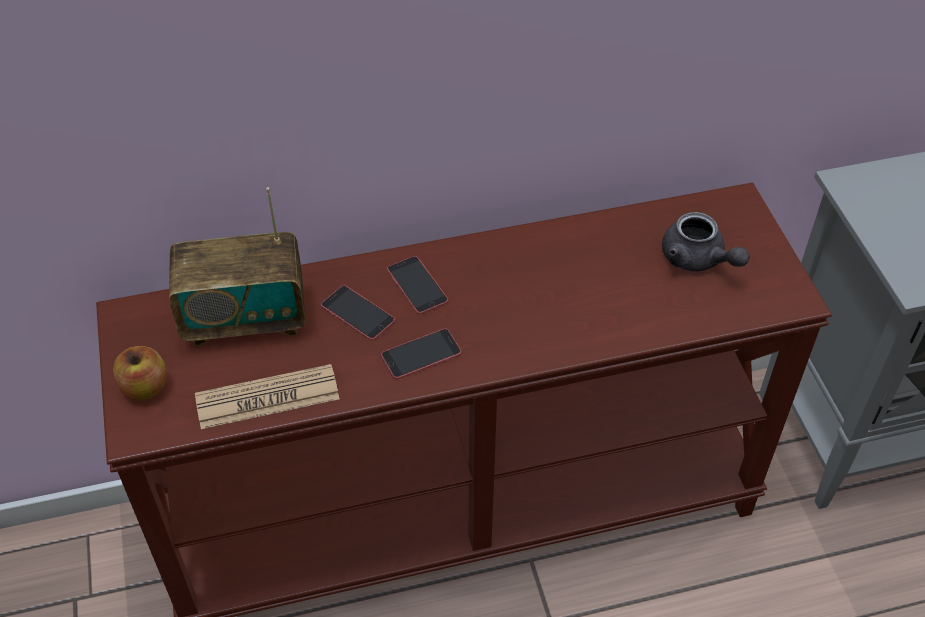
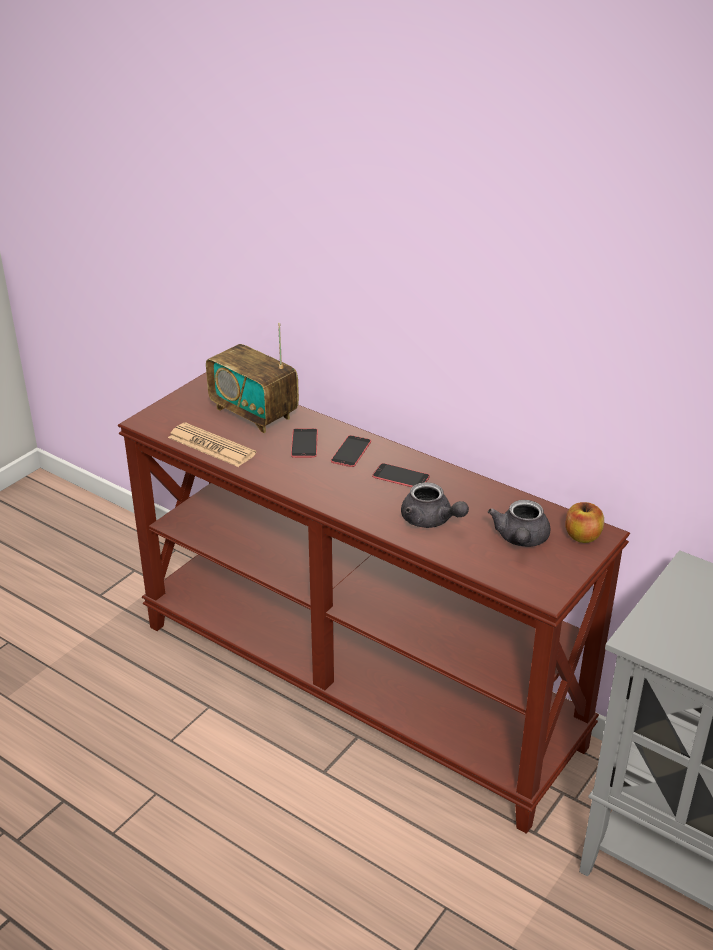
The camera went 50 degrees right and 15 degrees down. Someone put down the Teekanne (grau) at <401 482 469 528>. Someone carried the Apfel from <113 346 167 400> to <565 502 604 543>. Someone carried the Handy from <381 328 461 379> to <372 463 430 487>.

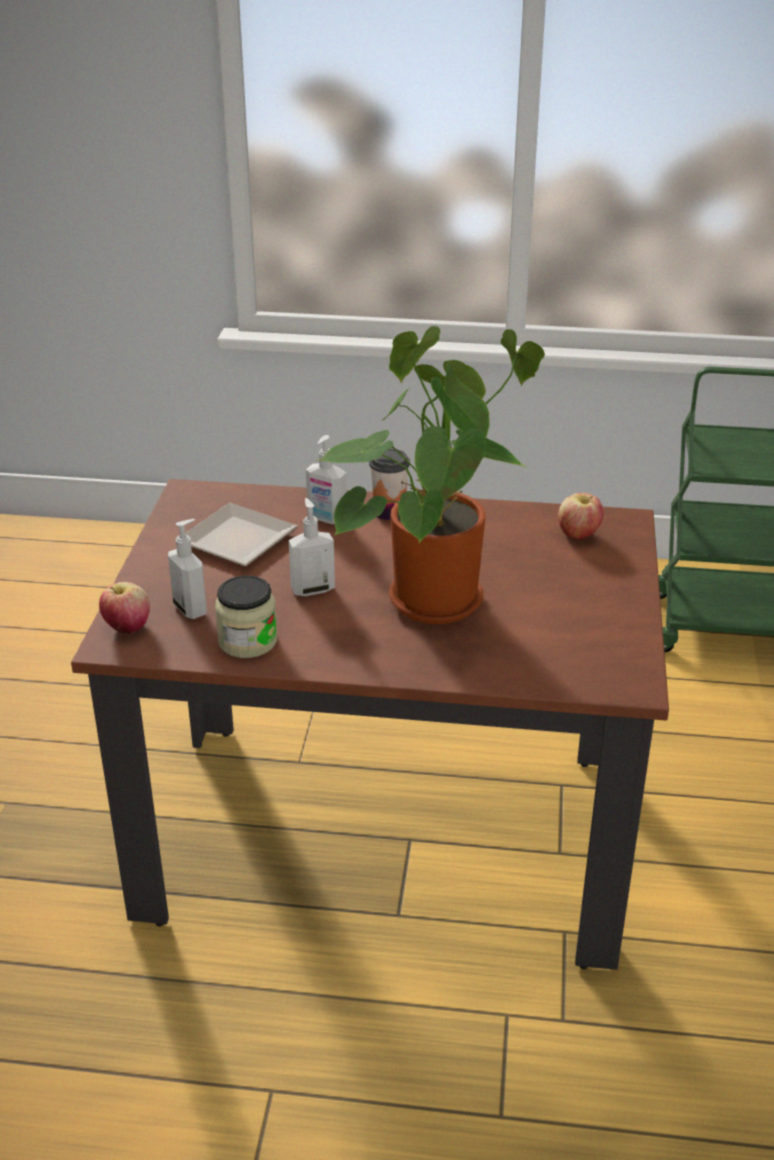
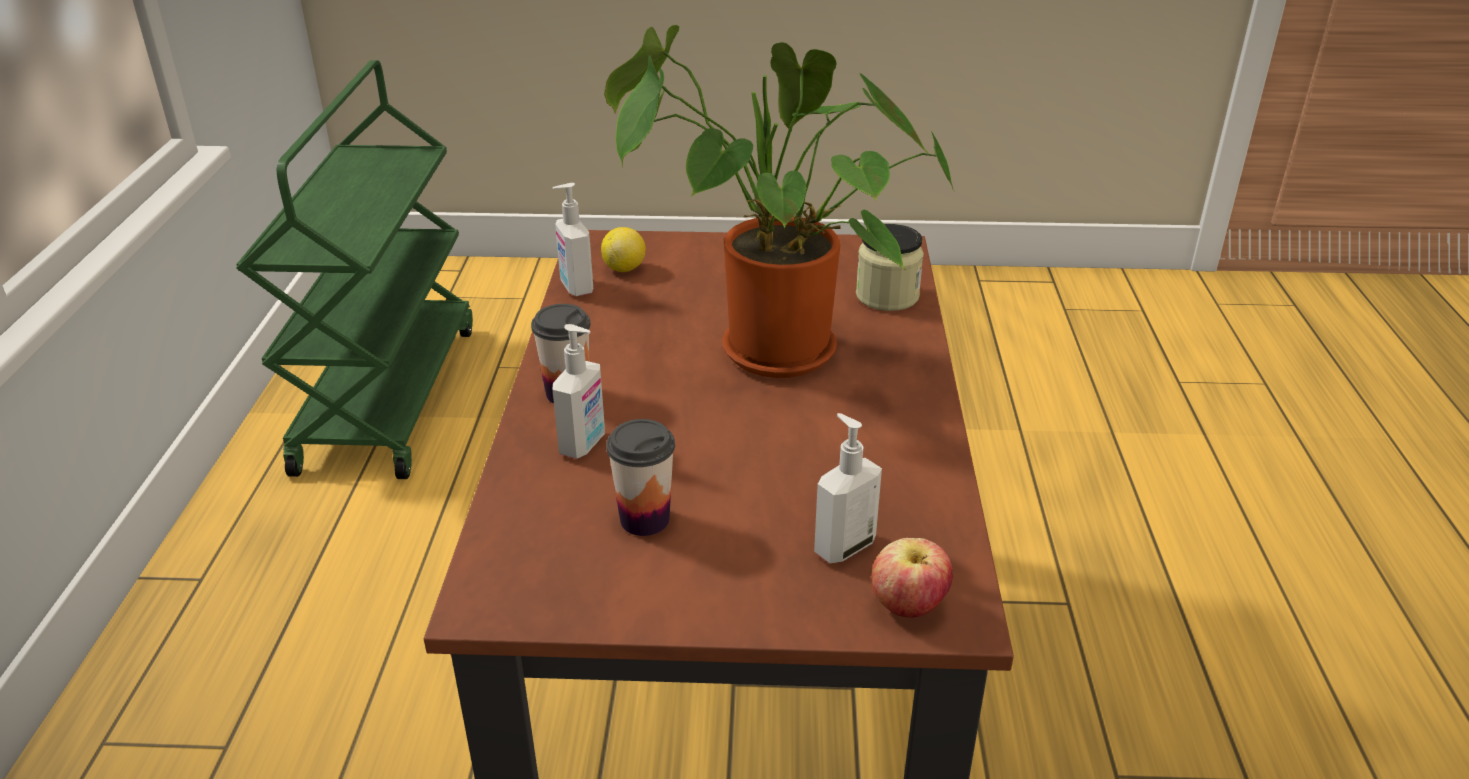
The camera went 95 degrees left and 0 degrees up. Someone carried the Vorratsglas from <215 576 277 658> to <856 224 924 311>. Someone carried the Seifenspender from <289 498 335 596> to <553 183 593 296>. Someone swapped the Teller at <185 503 298 567> for the Tasse at <606 419 675 536>. Someone swapped the Apfel at <558 493 604 539> for the Zitrone at <601 227 646 272>.

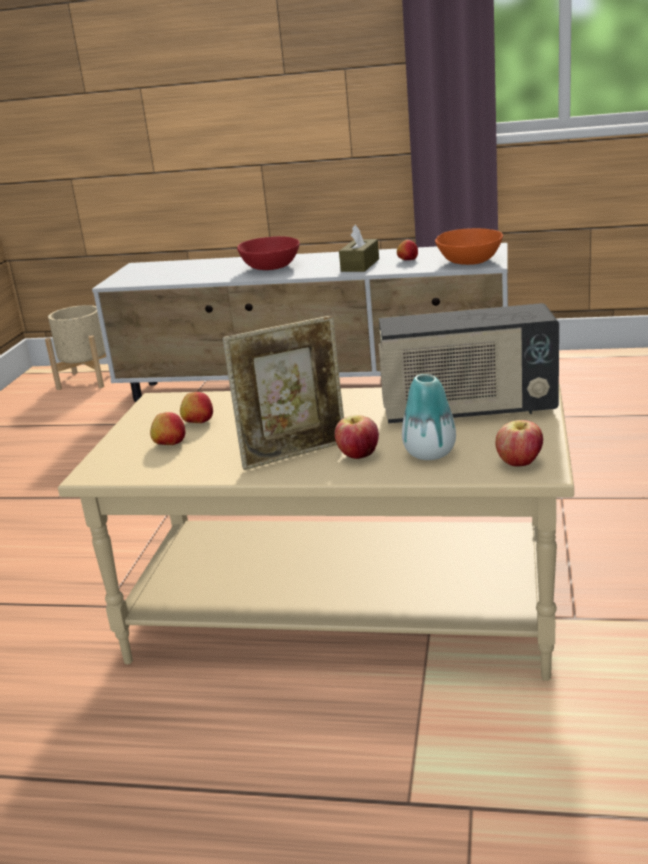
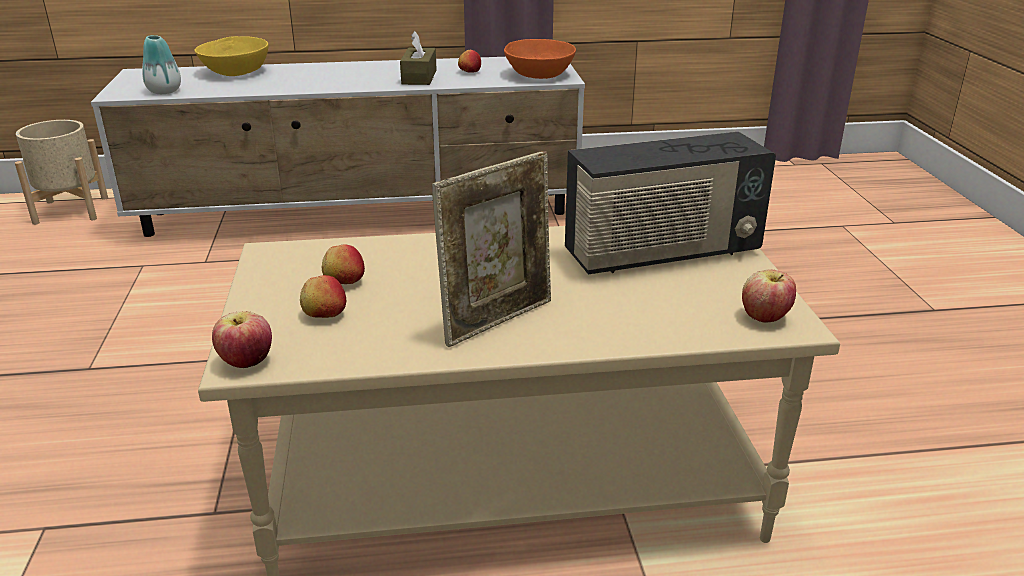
The camera went 20 degrees left and 5 degrees up. Someone took away the Schüssel (rot) at <237 236 300 270>. Someone put down the Schüssel (gelb) at <195 36 269 76>. Someone carried the Apfel from <335 415 379 459> to <212 311 272 368>. Someone carried the Vase from <402 374 456 460> to <142 35 181 94>.

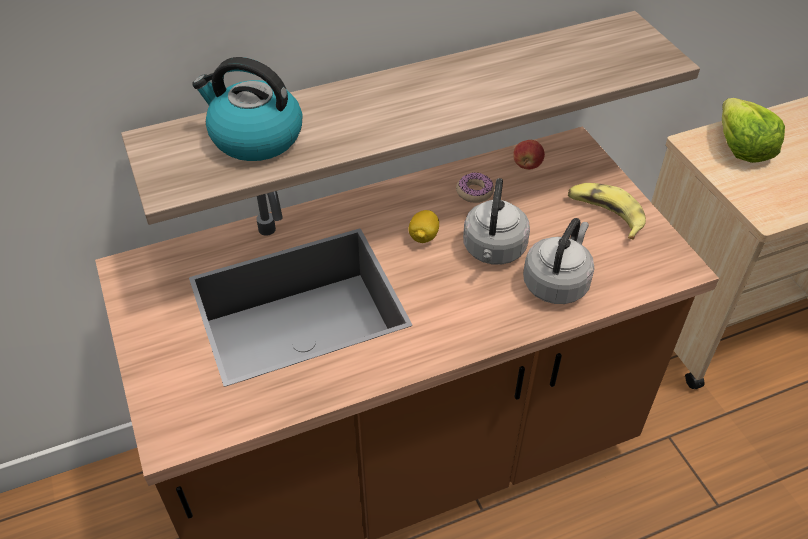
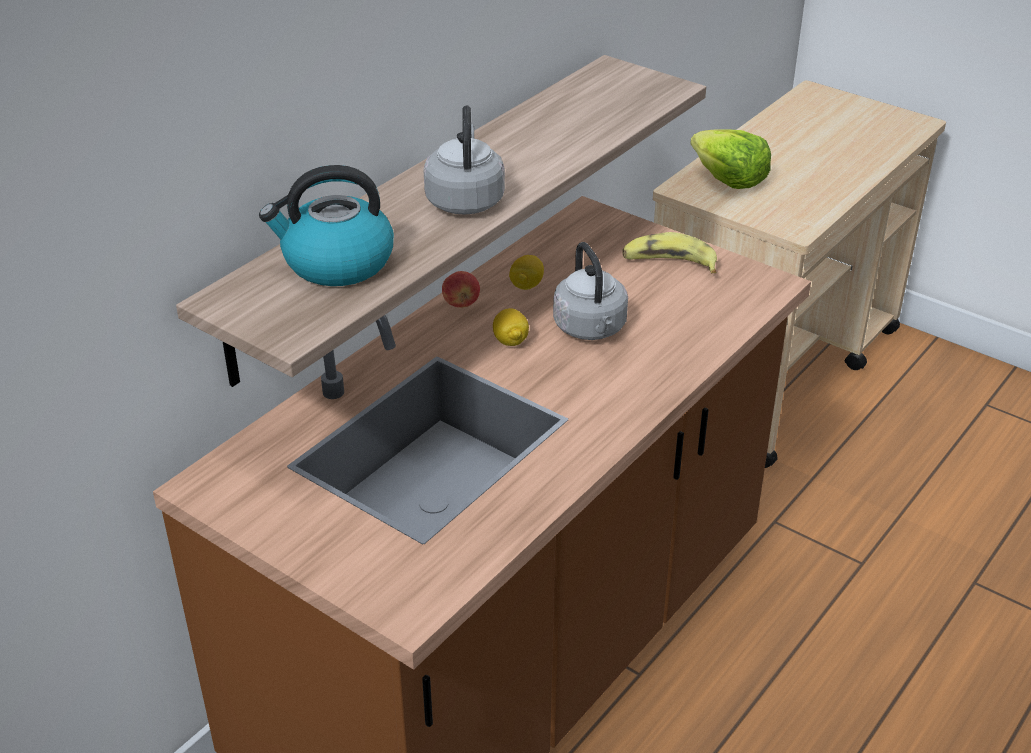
The camera went 30 degrees left and 10 degrees down. Someone carried the Apfel from <513 140 545 170> to <442 271 480 308>. Someone carried the Wasserkessel (grau) from <523 218 595 304> to <423 105 505 215>. Someone swapped the Donut at <456 172 494 203> for the Zitrone at <509 255 544 290>.

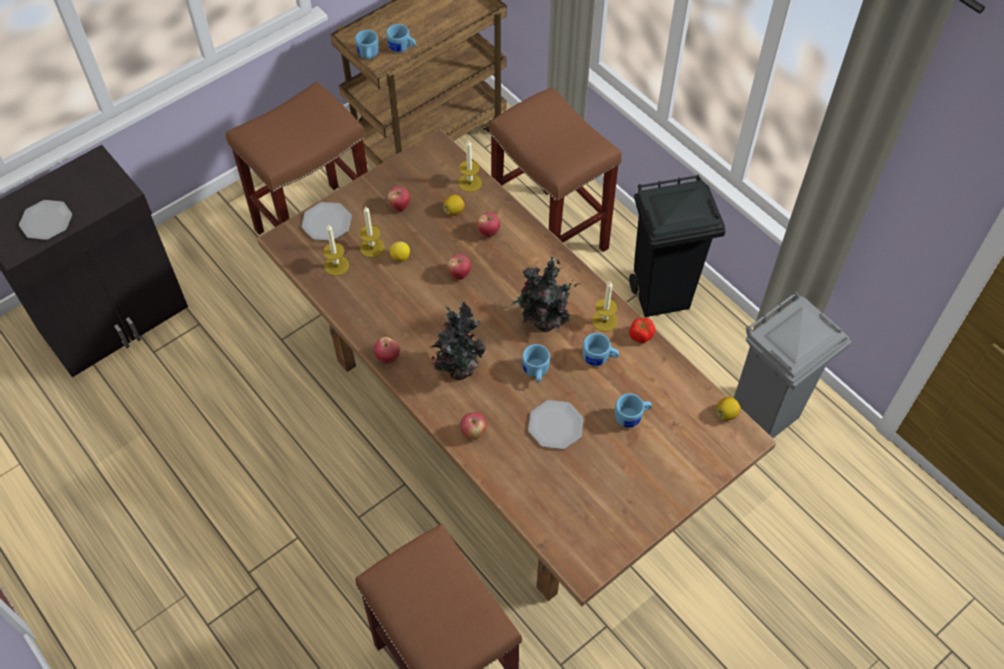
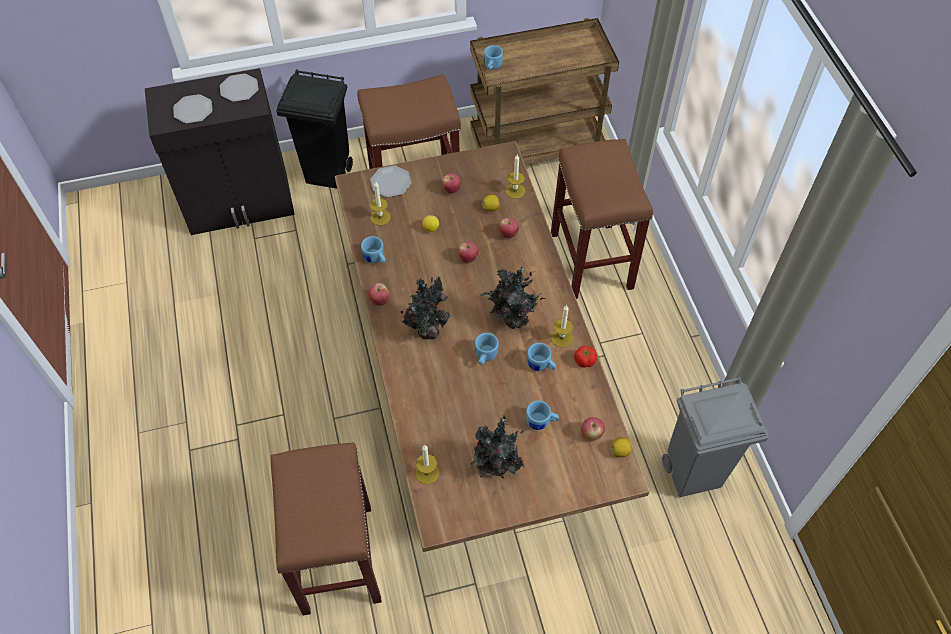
The camera went 25 degrees right and 0 degrees up. Someone put down the Topfpflanze at <469 415 525 479>. Someone carried the Kerze from <359 206 385 258> to <415 445 440 484>. Someone carried the Henkelbecher (blau) from <386 24 416 53> to <361 236 386 263>. Someone carried the Apfel from <460 412 487 440> to <581 417 605 441>. Someone carried the Teller from <528 400 583 449> to <220 74 259 102>. Someone carried the Mülleimer (schwarz) from <629 175 726 317> to <276 69 353 189>.

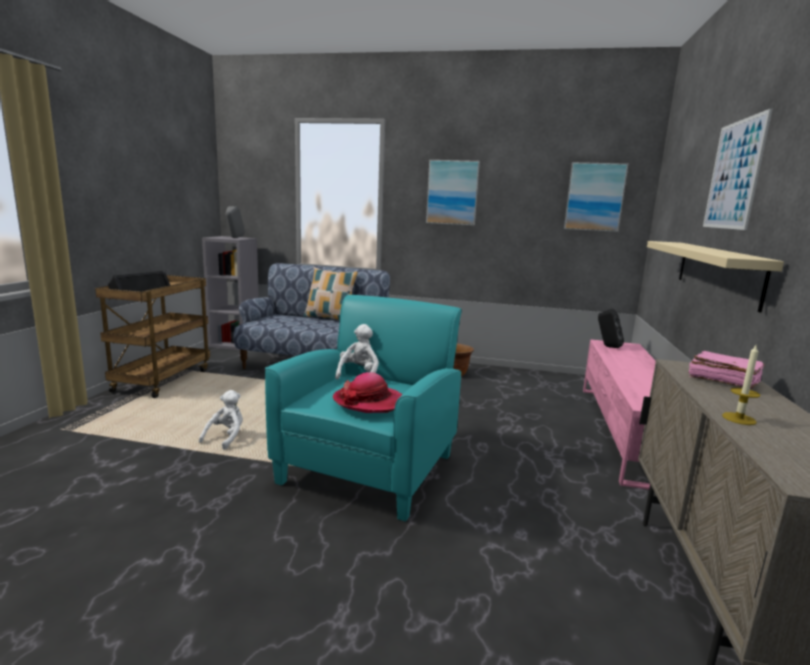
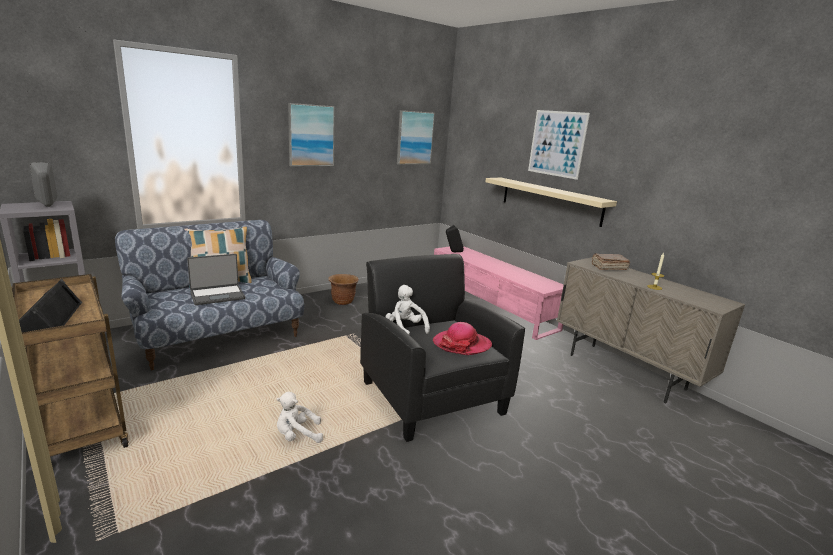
The camera went 50 degrees left and 5 degrees up. Someone put down the Laptop at <187 254 245 305>. Someone repainted the Sessel (türkis) at <265 295 462 522>, which became the Sessel (schwarz) at <360 254 525 442>. Someone repainted the Buch (rosa) at <689 351 765 389>, which became the Buch (braun) at <592 254 630 270>. Someone rotated the Plüschtier (weiß) at <199 390 243 450> by 75 degrees counterclockwise.

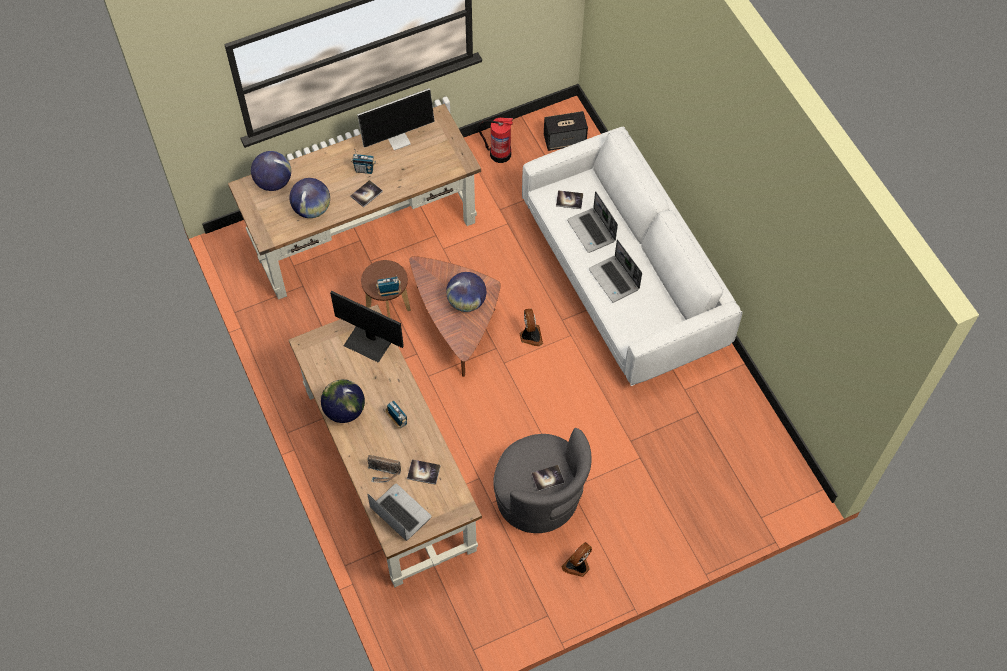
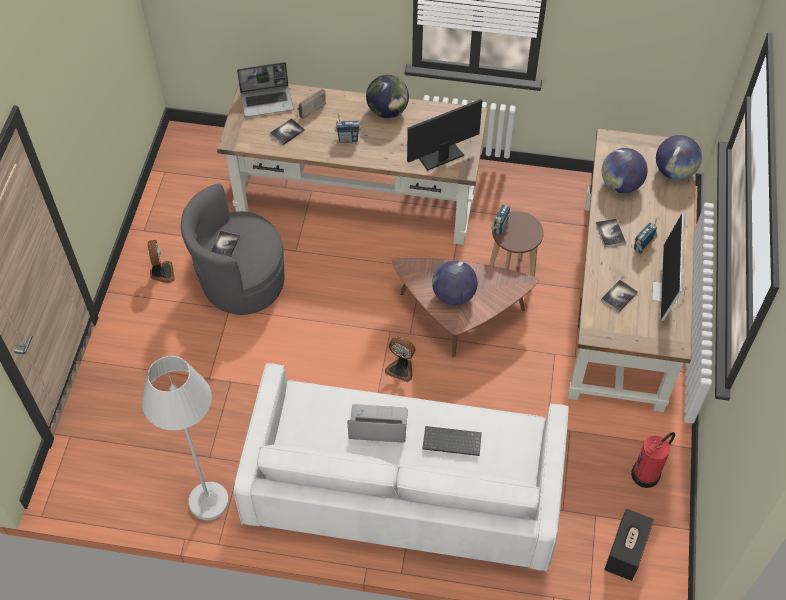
The camera went 125 degrees right and 5 degrees down. Someone put down the Stehlampe (weiß) at <142 356 229 520>. Someone carried the Buch from <556 190 583 209> to <601 280 638 312>. Someone swapped the Laptop at <567 191 618 253> for the Tastatur at <422 426 482 456>.

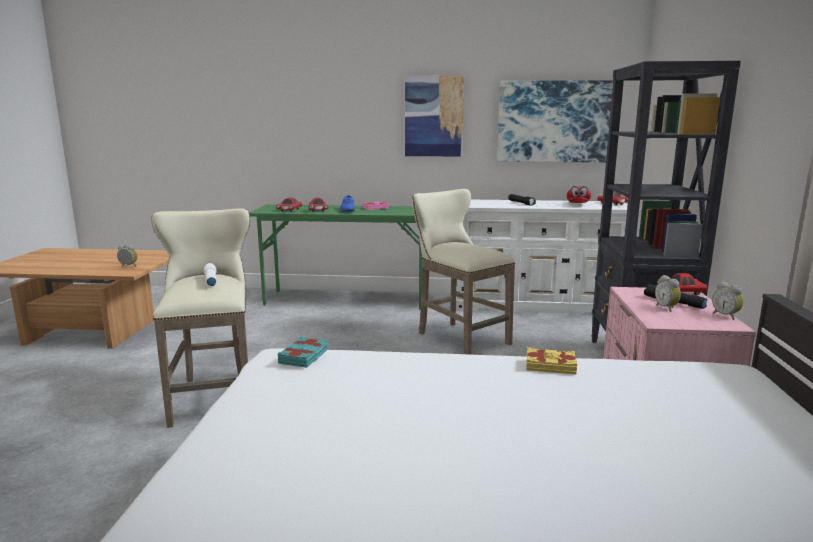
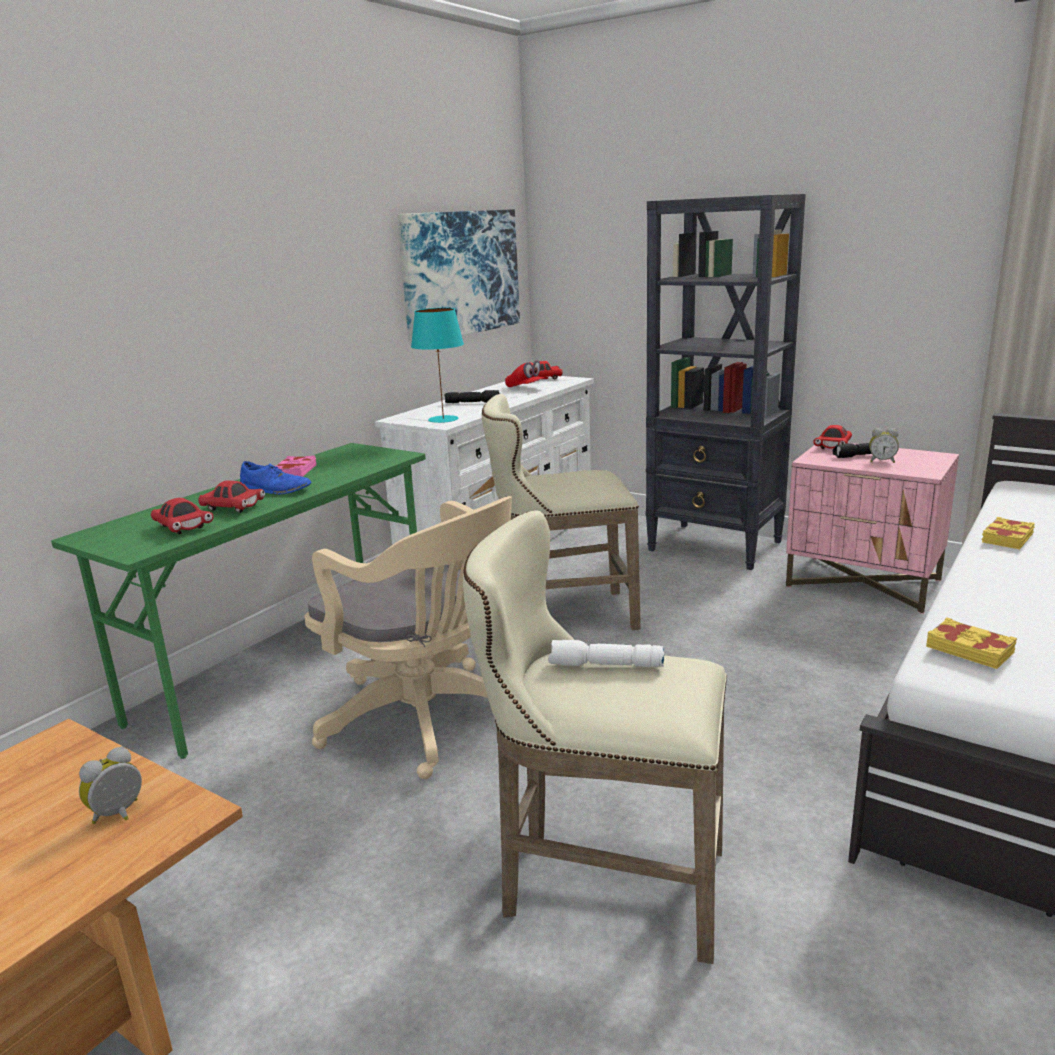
The camera went 60 degrees left and 5 degrees up. Someone took away the Bild at <405 75 464 156>. Someone took away the Wecker at <712 282 743 320>. Someone put down the Bürostuhl (beige) at <305 496 512 779>. Someone put down the Tischlampe (türkis) at <411 308 464 423>. Someone repainted the Buch (türkis) at <278 336 328 368>, which became the Buch (gelb) at <926 617 1017 669>.

